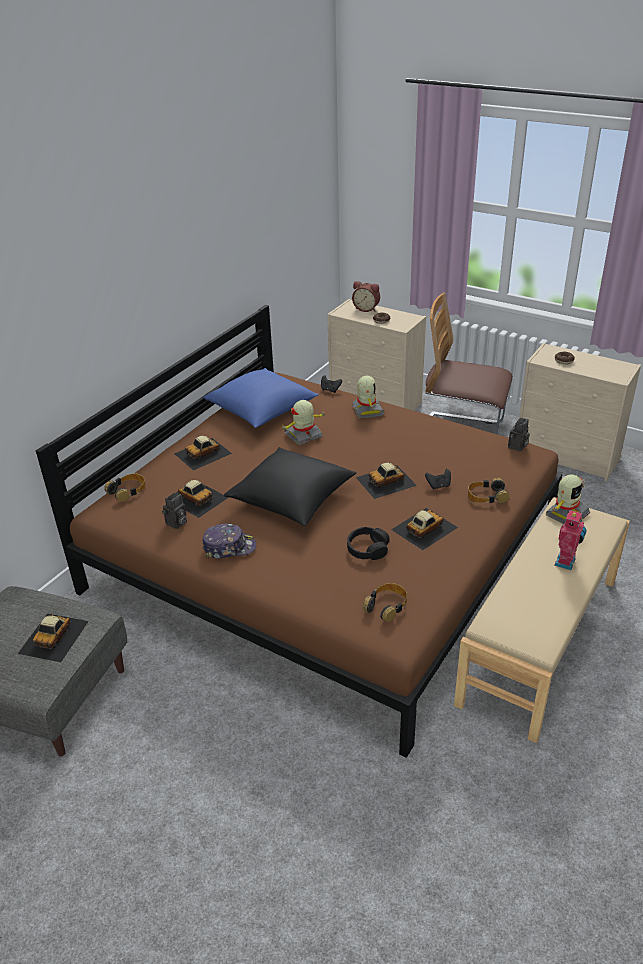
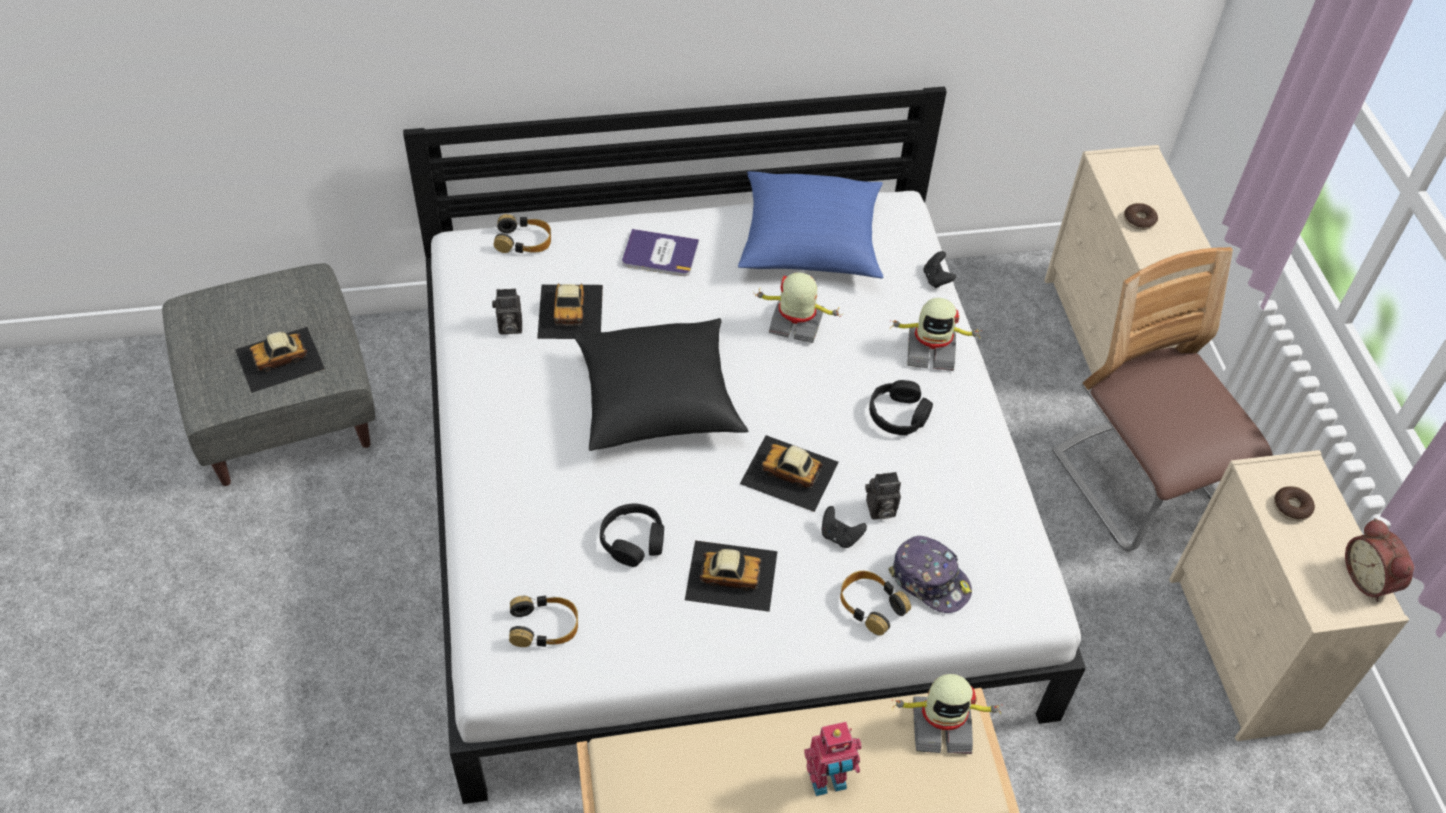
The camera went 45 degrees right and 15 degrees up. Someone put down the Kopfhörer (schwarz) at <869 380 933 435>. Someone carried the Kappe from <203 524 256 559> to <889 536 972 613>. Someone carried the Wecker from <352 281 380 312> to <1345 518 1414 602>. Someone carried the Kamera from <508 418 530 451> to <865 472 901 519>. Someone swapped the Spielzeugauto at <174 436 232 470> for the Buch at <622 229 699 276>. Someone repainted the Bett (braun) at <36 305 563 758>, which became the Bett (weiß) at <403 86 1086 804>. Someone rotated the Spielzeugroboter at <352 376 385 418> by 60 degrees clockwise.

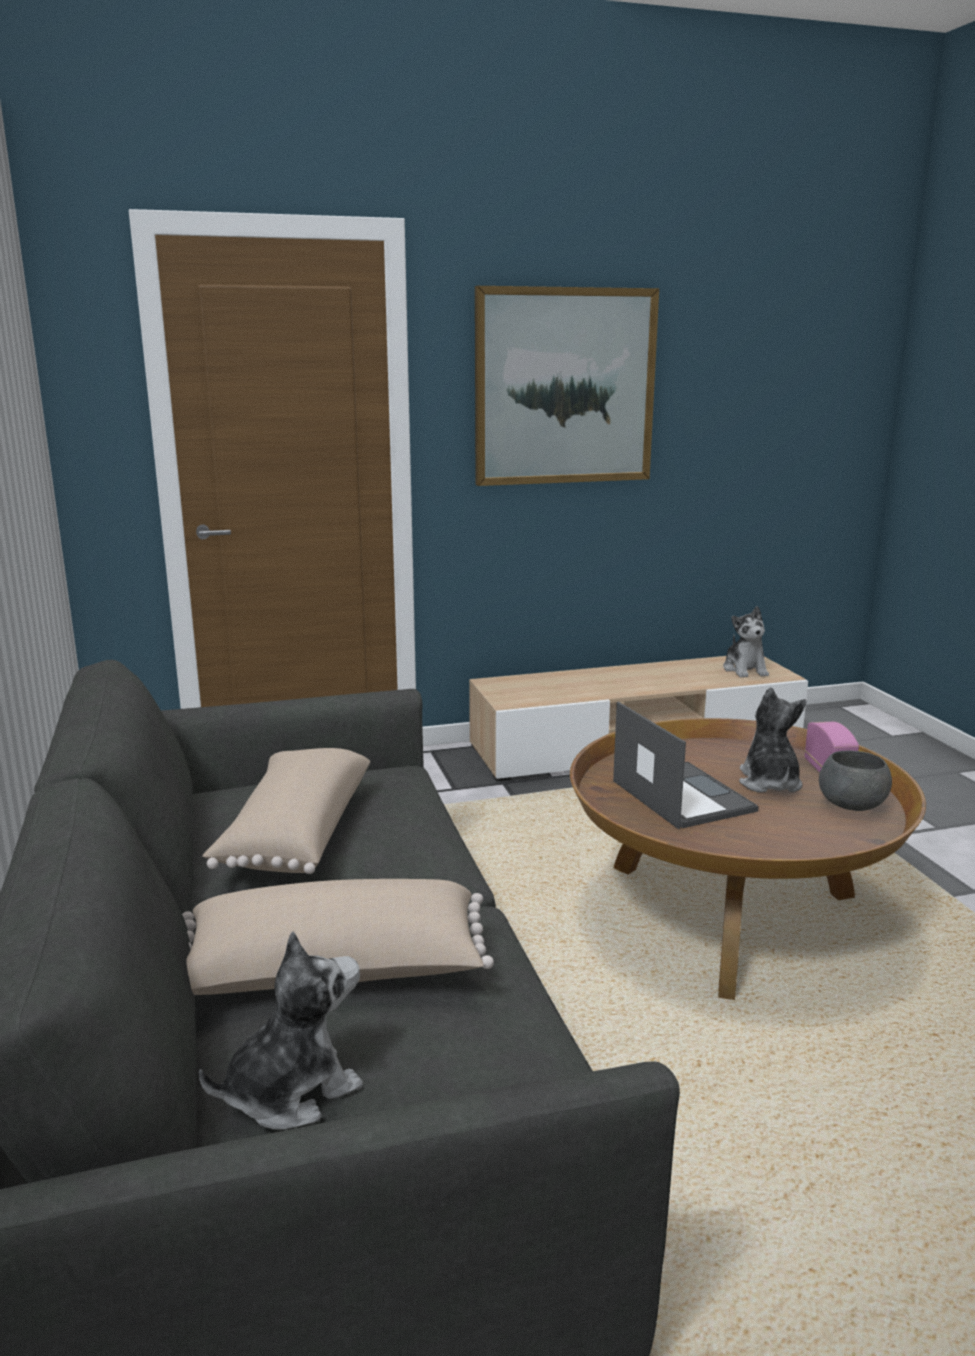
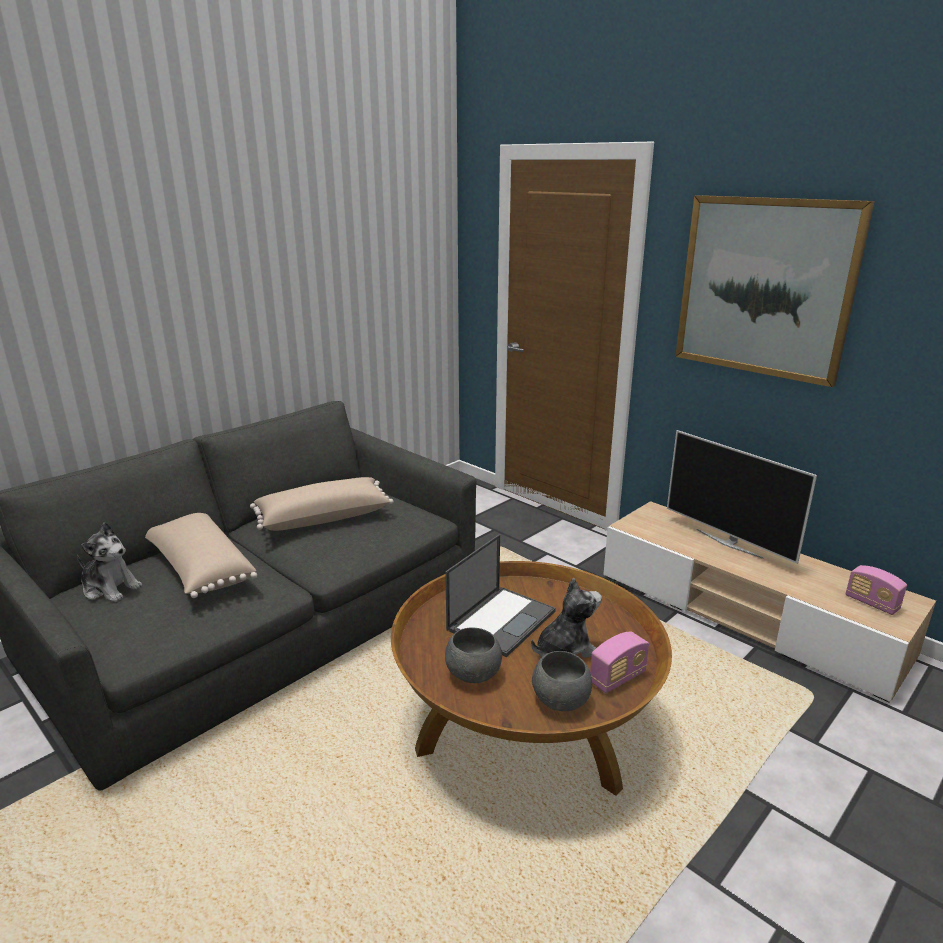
The camera went 60 degrees right and 5 degrees up. Someone put down the Schüssel (grau) at <445 627 502 683>. Someone put down the Fernseher at <667 430 817 564>. Someone swapped the Plüschtier at <723 606 769 677> for the Radio at <846 565 907 615>.

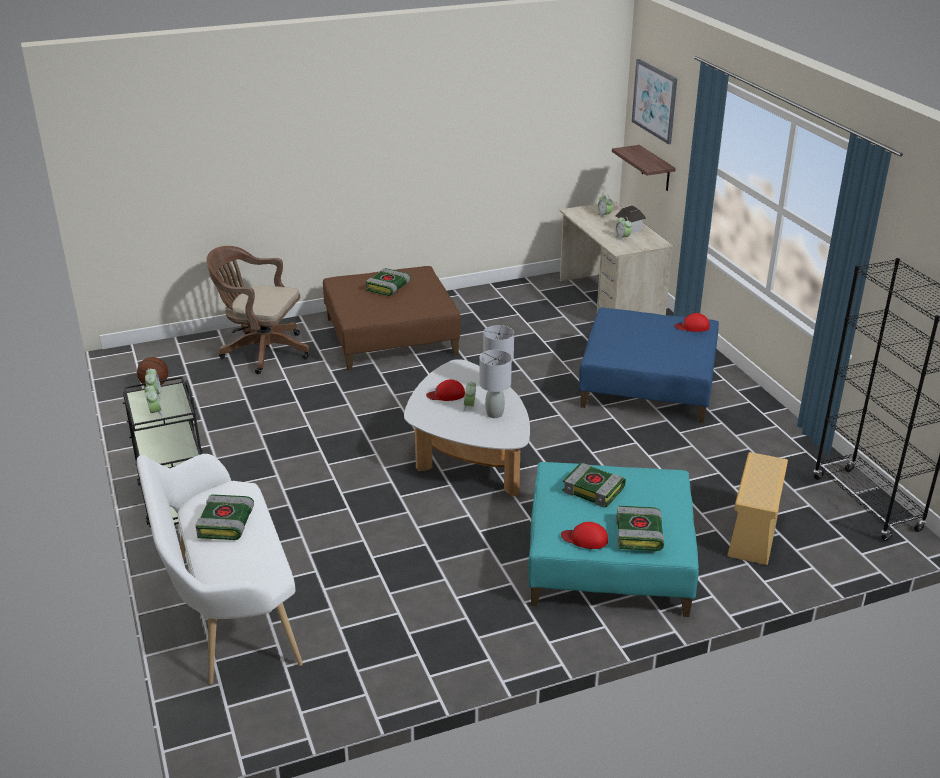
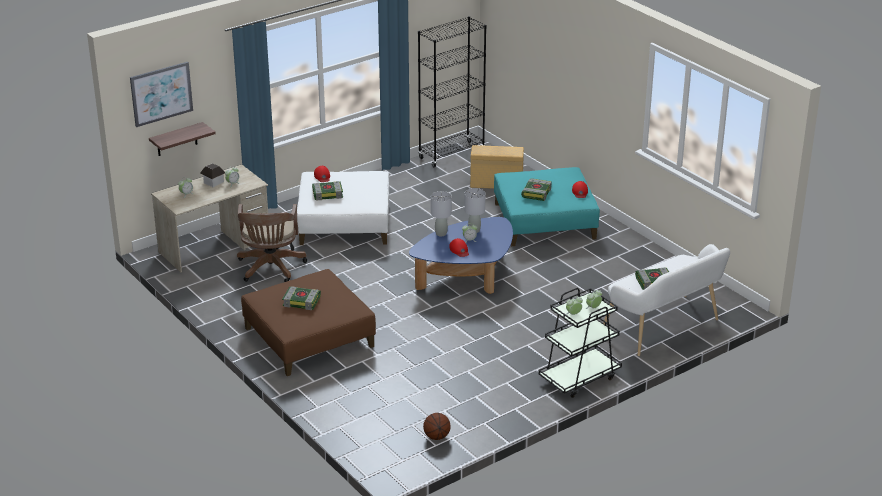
The camera went 105 degrees left and 0 degrees up. Someone carried the Bürostuhl (braun) from <206 246 309 374> to <237 204 307 282>. Someone carried the Buch from <616 506 664 551> to <312 181 343 201>. Someone repainted the Couchtisch (weiß) at <404 359 530 496>, which became the Couchtisch (blau) at <409 217 513 294>. Someone repainted the Polsterhocker (blau) at <579 308 719 423>, which became the Polsterhocker (weiß) at <297 171 390 245>.

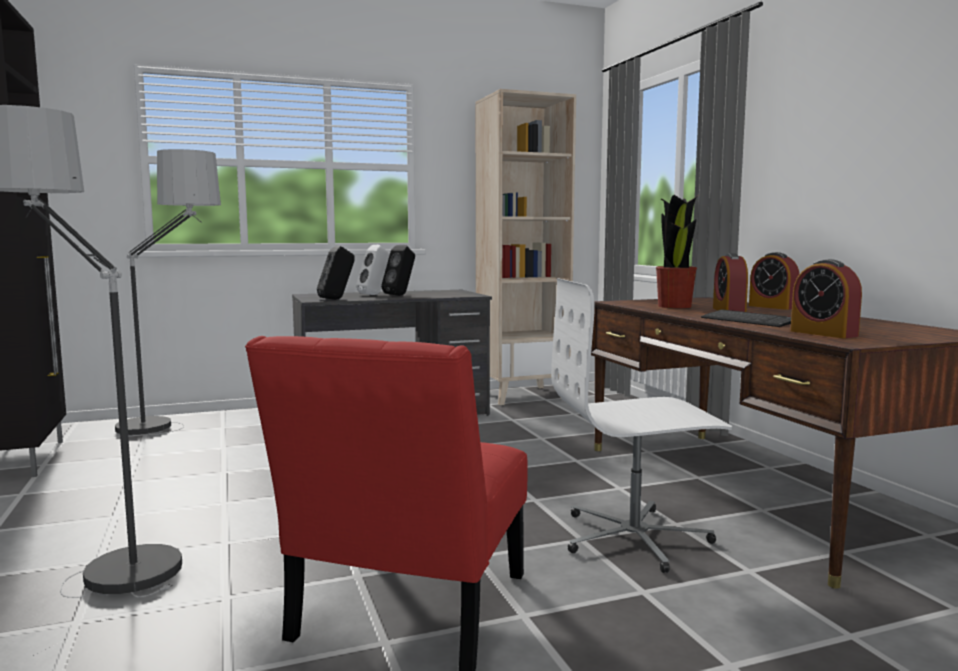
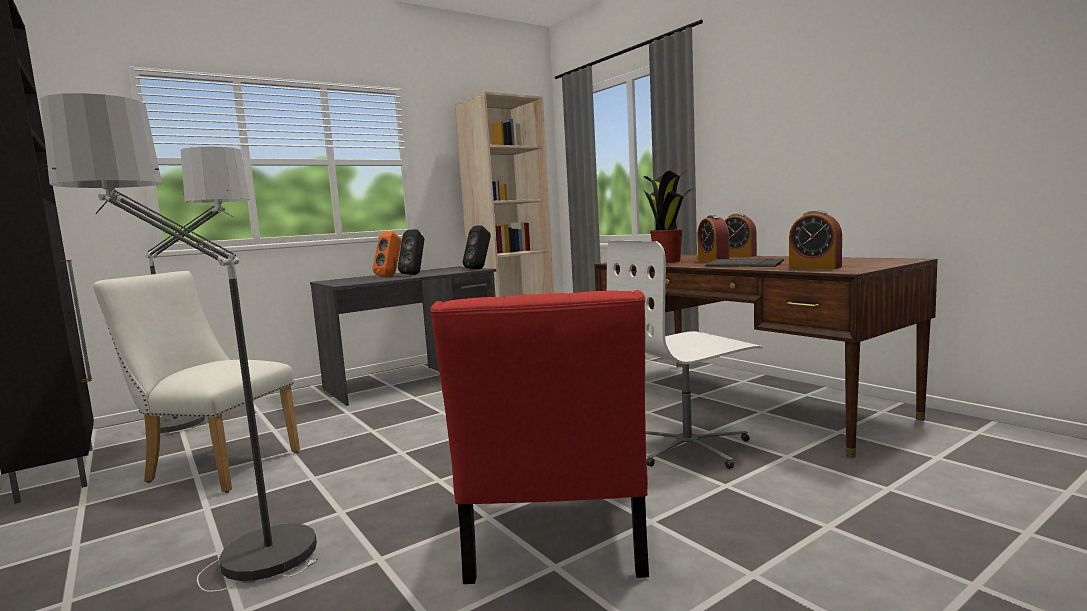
The camera went 15 degrees left and 0 degrees up. Someone put down the Stuhl (weiß) at <93 271 300 493>. Someone carried the Lautsprecher (schwarz) from <317 245 355 300> to <463 225 491 269>. Someone repainted the Lautsprecher (weiß) at <356 245 390 295>, which became the Lautsprecher (orange) at <373 231 402 276>.

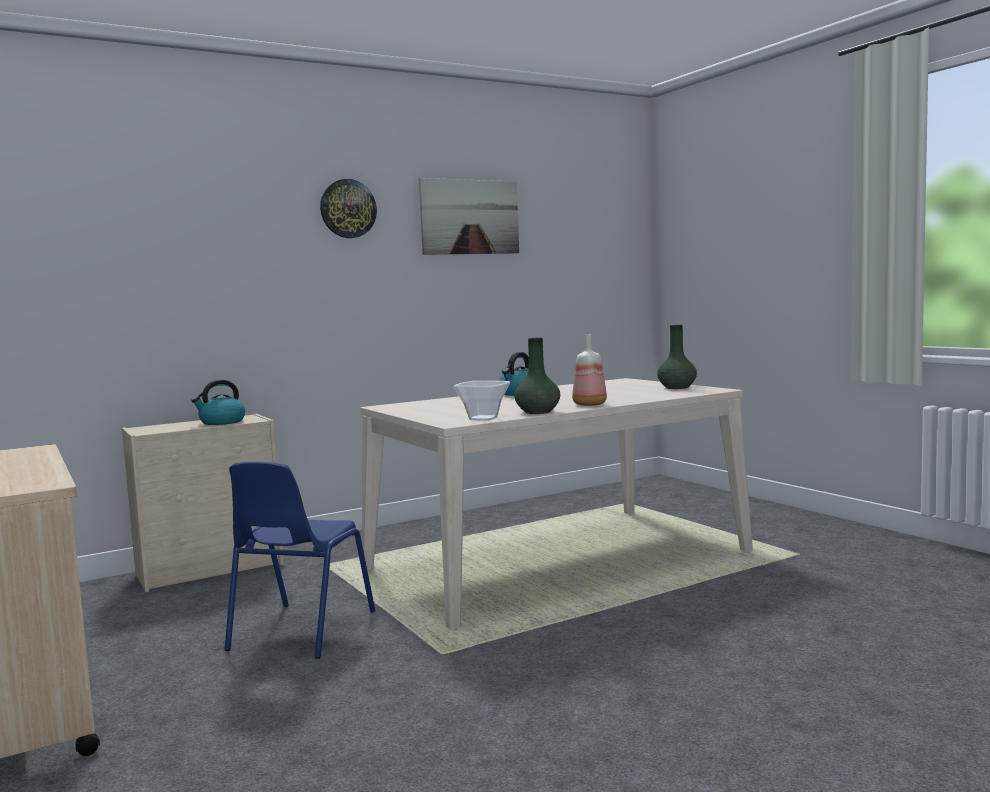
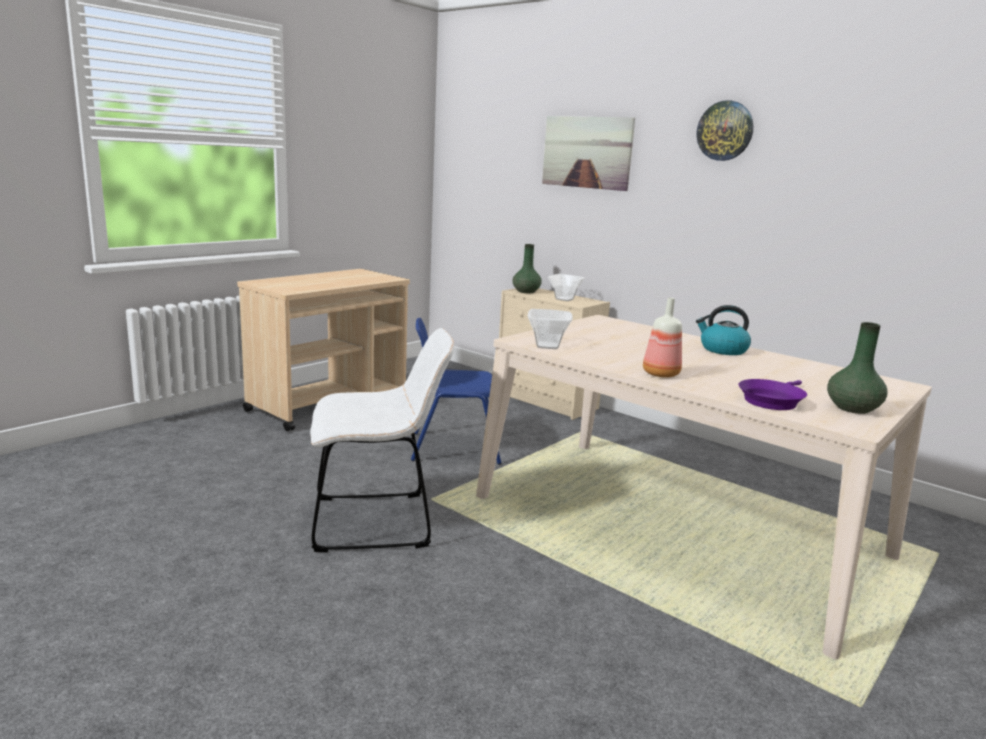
The camera went 70 degrees right and 10 degrees up. Someone put down the Stuhl (weiß) at <310 328 454 553>. Someone put down the Pfanne (lila) at <738 379 807 410>. Someone carried the Bild from <419 178 519 255> to <542 116 635 191>. Someone carried the Vase (grün) from <514 338 560 414> to <513 244 542 293>. Someone swapped the Wasserkessel at <191 380 245 425> for the Schüssel at <548 274 585 301>.

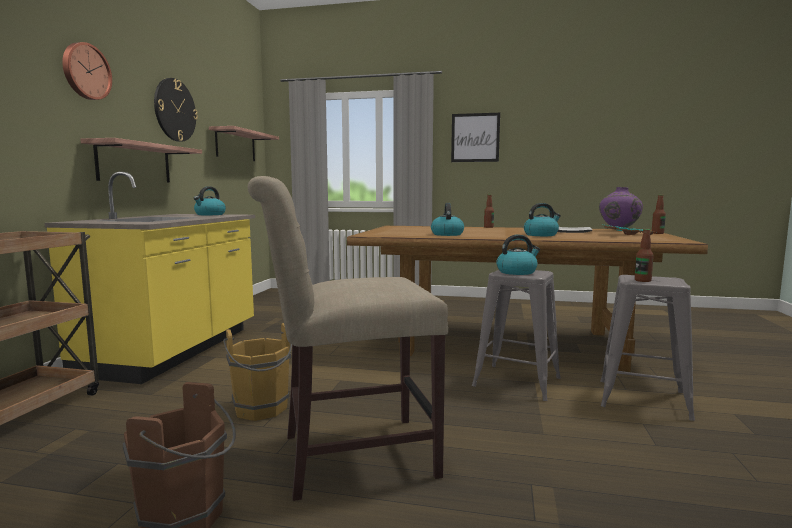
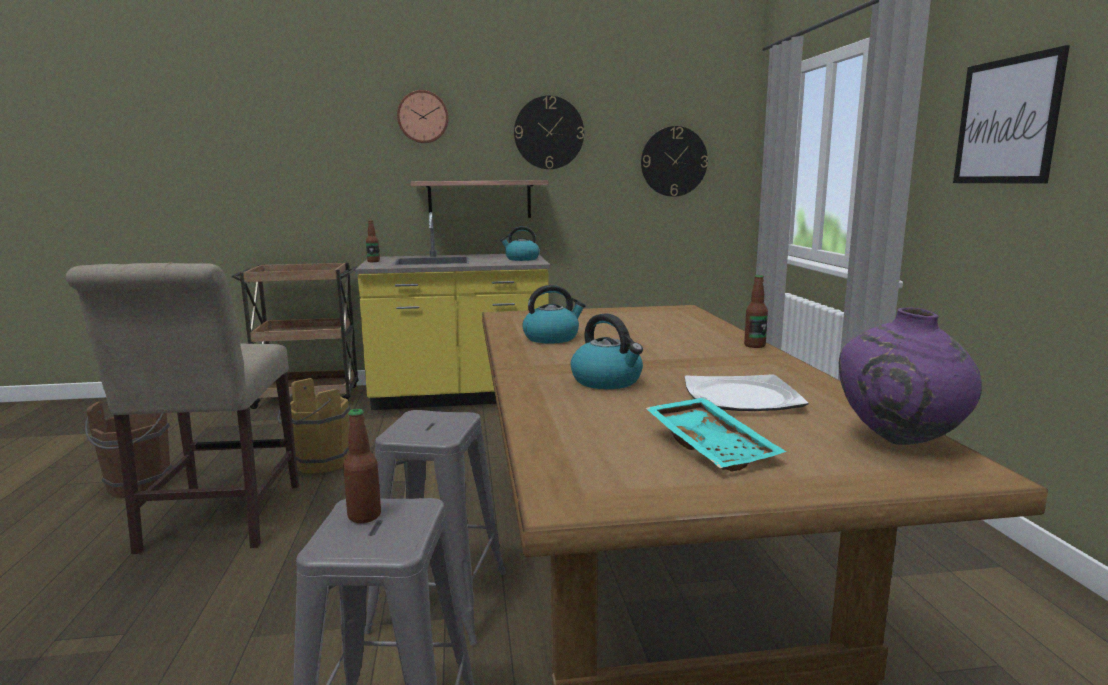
The camera went 70 degrees right and 5 degrees up. Someone took away the Wasserkessel at <496 234 540 275>. Someone carried the Flasche from <652 195 666 234> to <366 220 380 262>. Someone swapped the Wandregal at <209 126 279 161> for the Wanduhr at <641 126 708 197>. Someone rotated the Stuhl (beige) at <247 176 448 501> by 150 degrees counterclockwise.

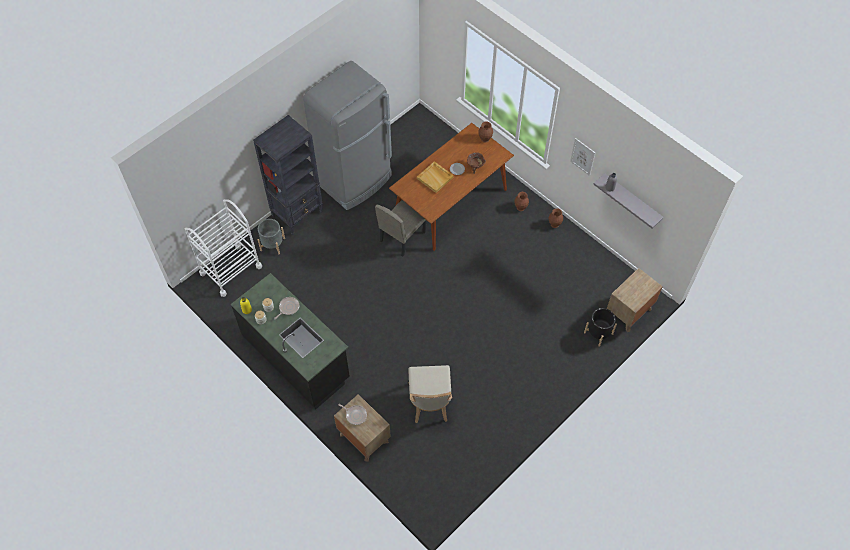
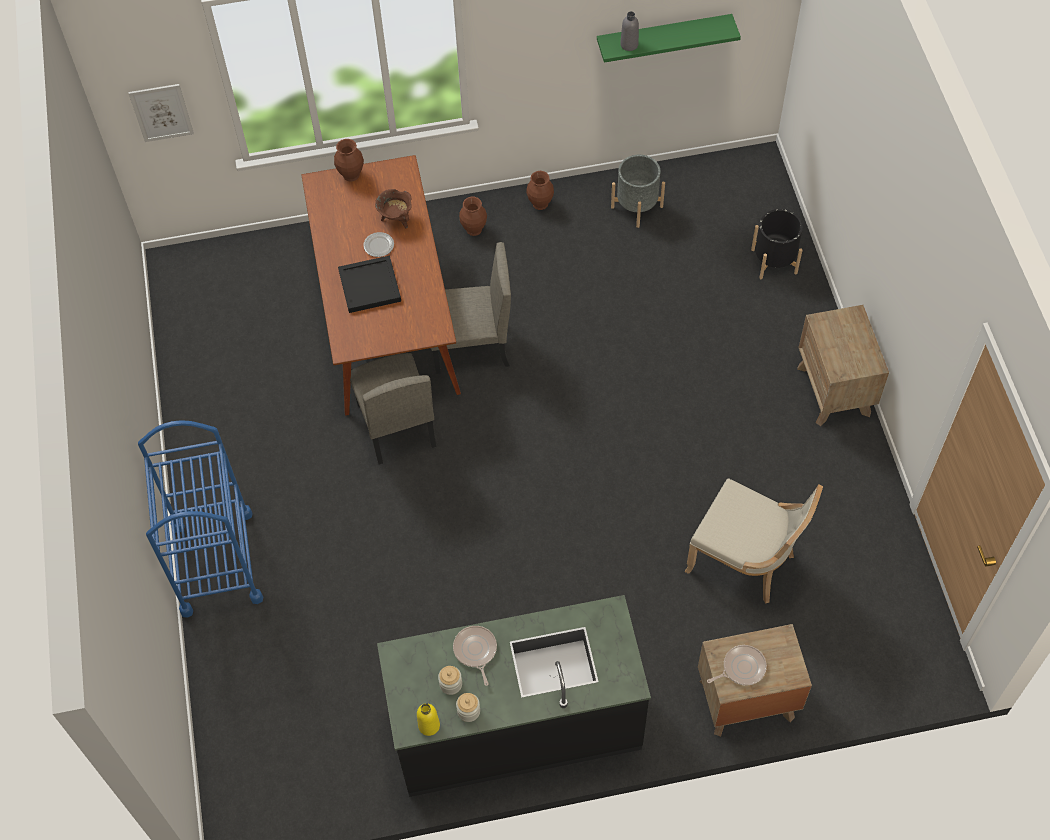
The camera went 55 degrees left and 0 degrees up. Someone took away the Rollwagen (weiß) at <185 199 262 297>. Someone took away the Kühlschrank (grau) at <303 61 392 210>. Someone put down the Stuhl (beige) at <431 242 511 374>. Someone carried the Pflanzkübel (grau) from <258 219 285 255> to <611 155 665 228>. Someone carried the Bild from <570 138 595 176> to <128 84 194 142>. Someone carried the Nachttisch (braun) from <607 268 663 332> to <797 305 889 426>. Someone swapped the Bücherregal (schwarz) at <253 115 323 235> for the Rollwagen (blau) at <138 420 263 618>. Someone repainted the Tablett (beige) at <417 161 454 193>, which became the Tablett (schwarz) at <338 256 401 313>. Someone repainted the Wandregal (grau) at <593 174 664 229>, which became the Wandregal (grün) at <597 14 741 63>.

